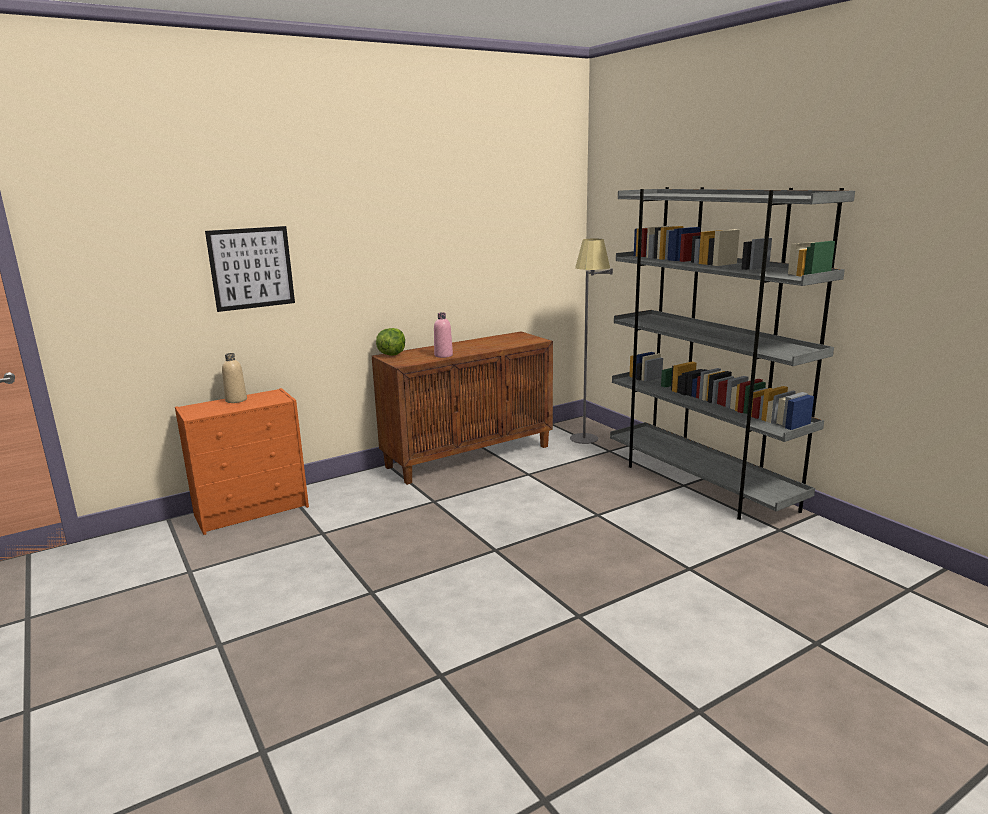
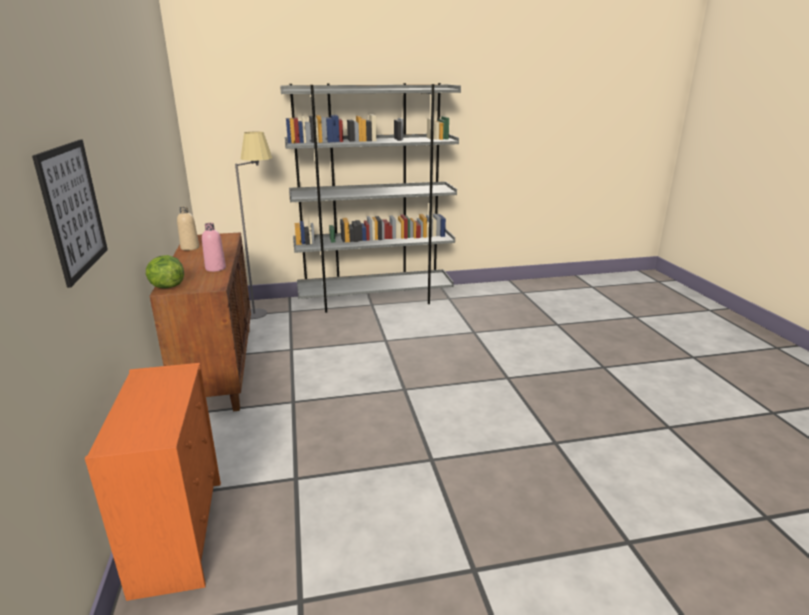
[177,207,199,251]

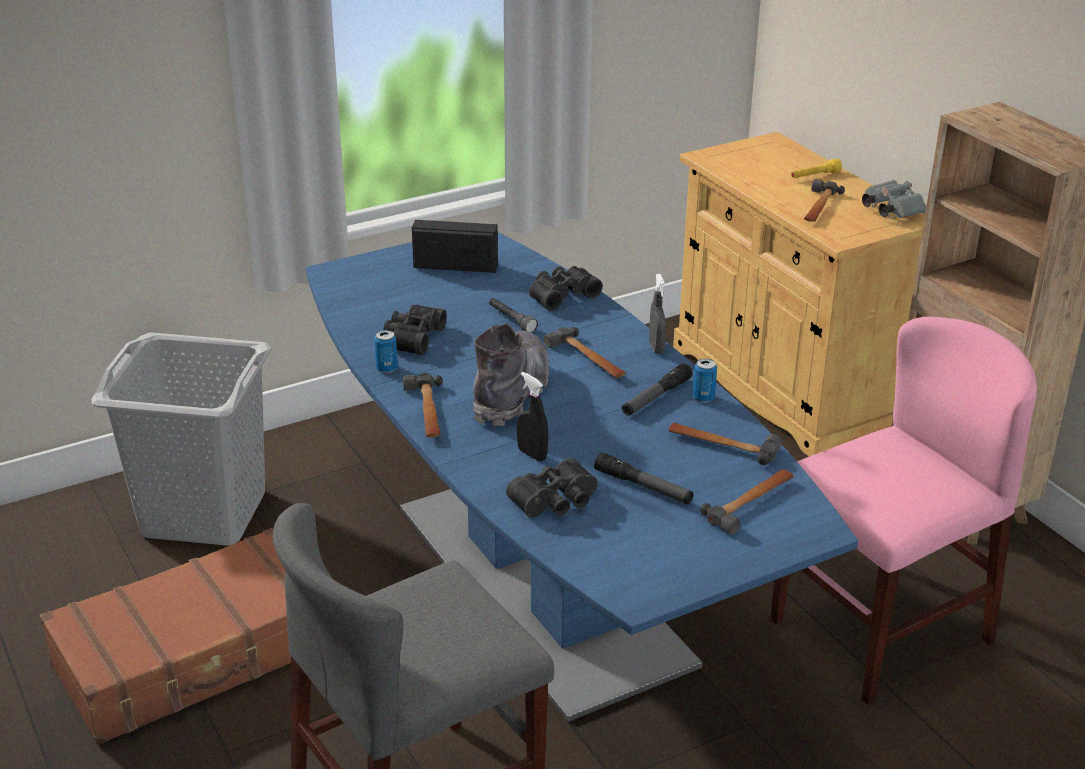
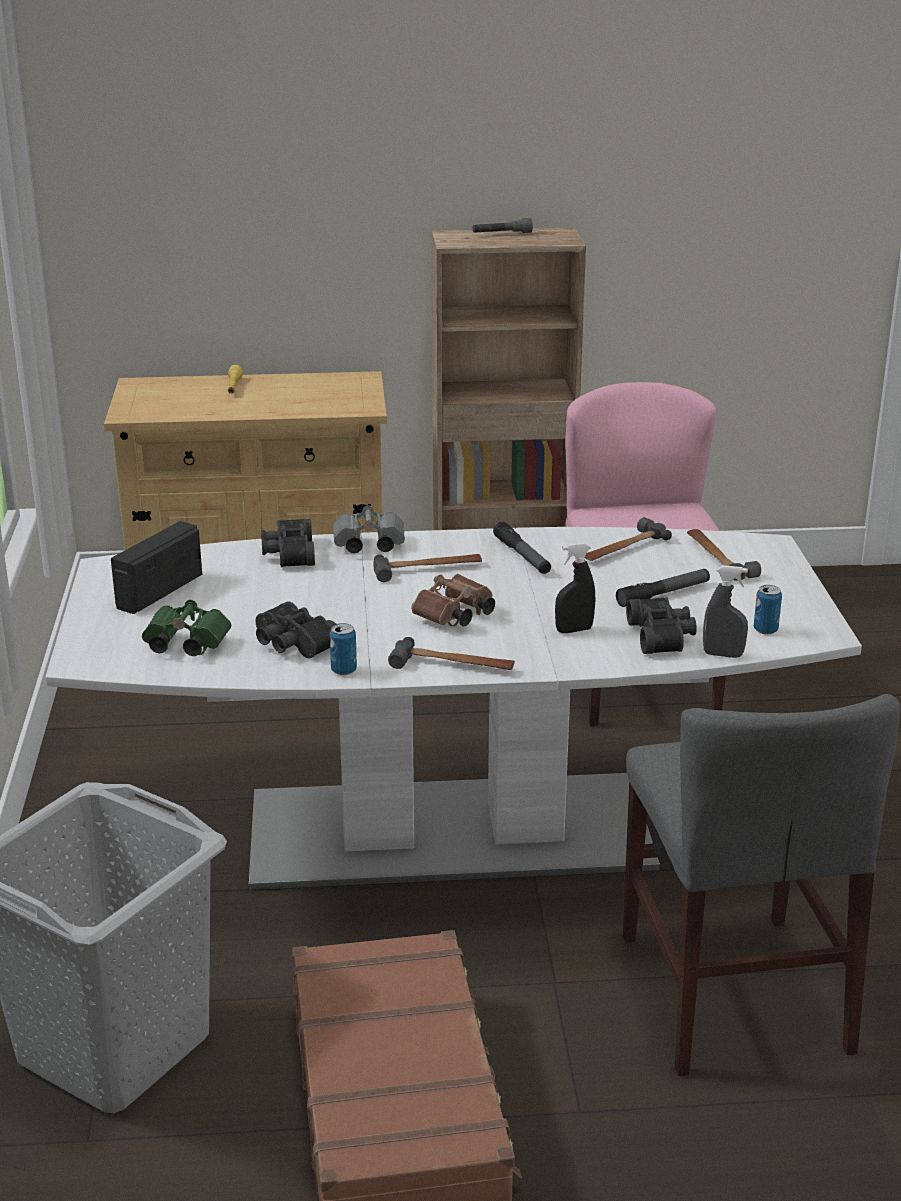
[45,527,862,890]
[142,600,231,656]
[332,506,405,553]
[411,574,495,627]
[473,218,533,233]
[703,565,748,658]
[754,585,782,634]
[804,179,845,222] (first image)

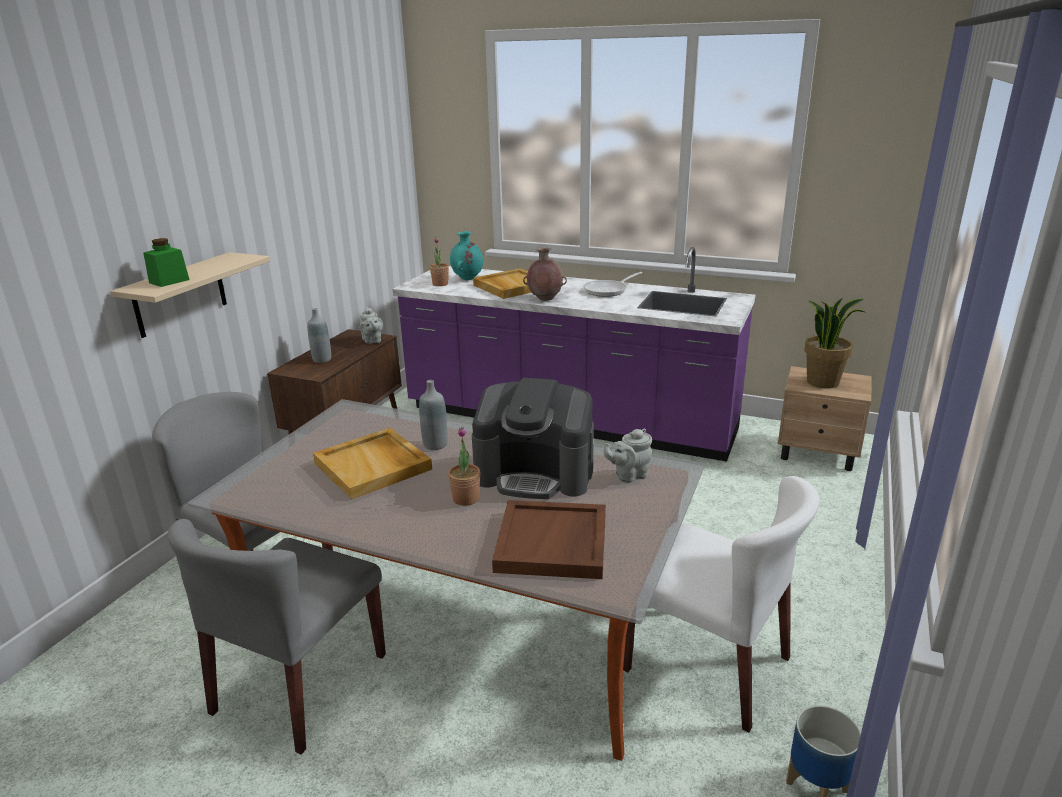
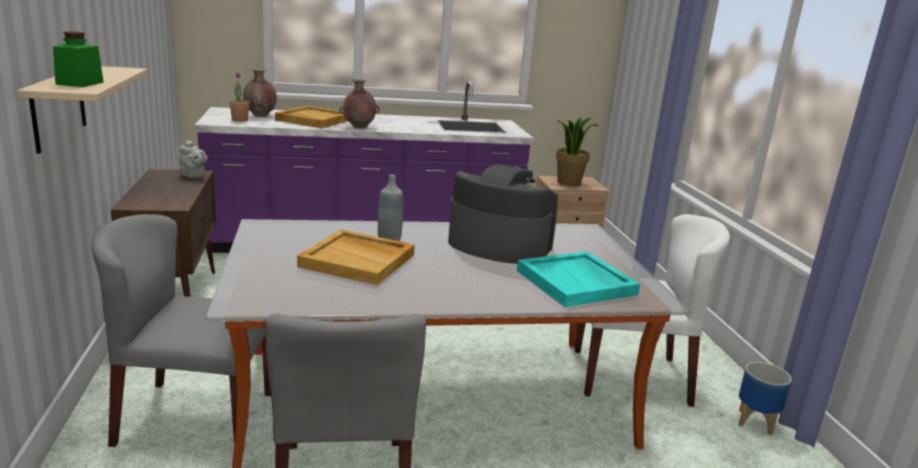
[243,69,277,117]
[448,165,558,264]
[517,251,640,307]
[307,308,331,363] (first image)
[448,427,480,506] (first image)
[584,272,642,297] (first image)
[603,428,652,483] (first image)

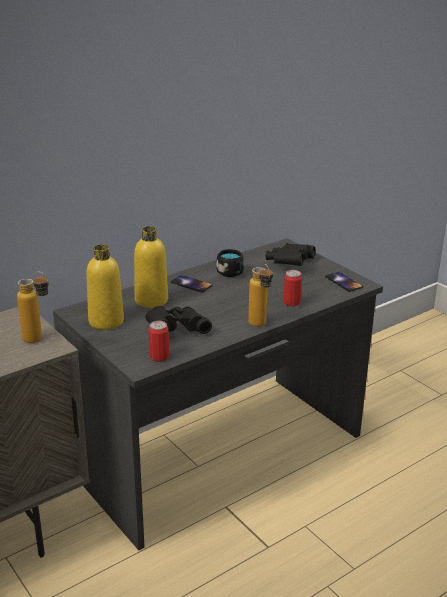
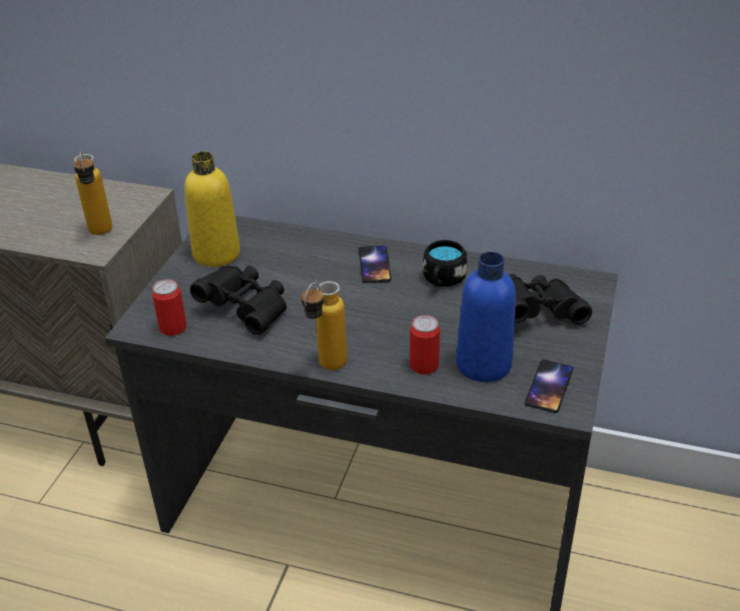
[456,252,516,382]
[134,226,168,308] (first image)

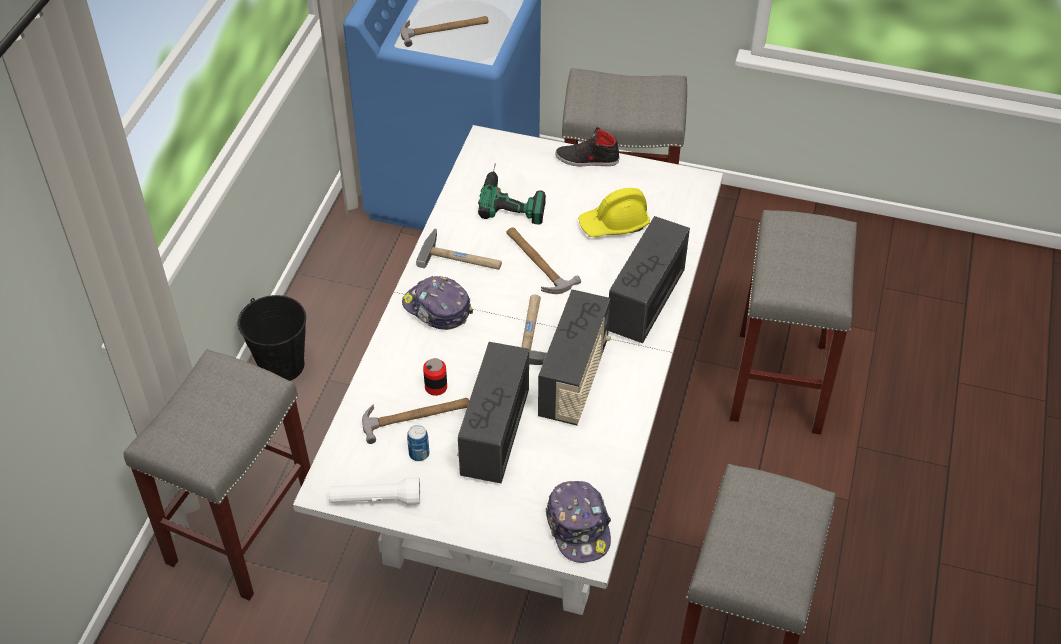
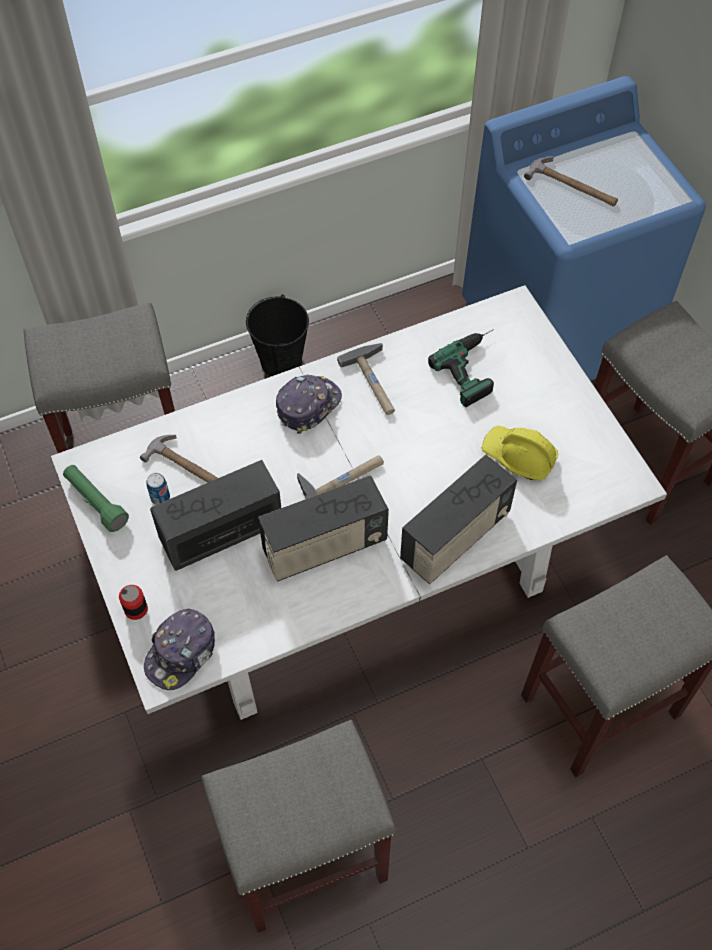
[63,465,129,532]
[119,585,148,620]
[276,375,342,434]
[400,455,517,585]
[506,228,581,294] (first image)
[555,127,620,167] (first image)

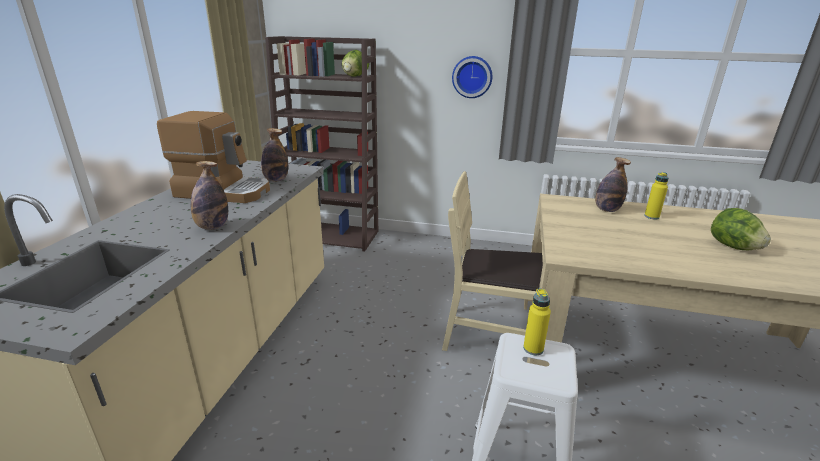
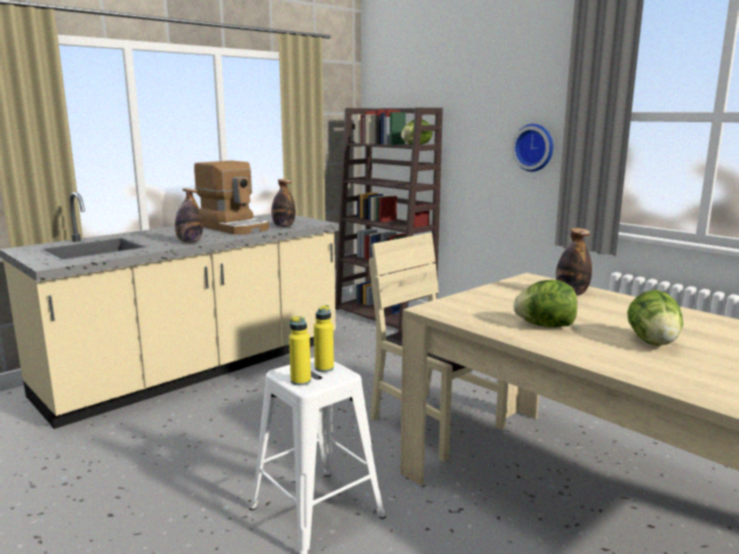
[289,316,311,386]
[513,280,577,327]

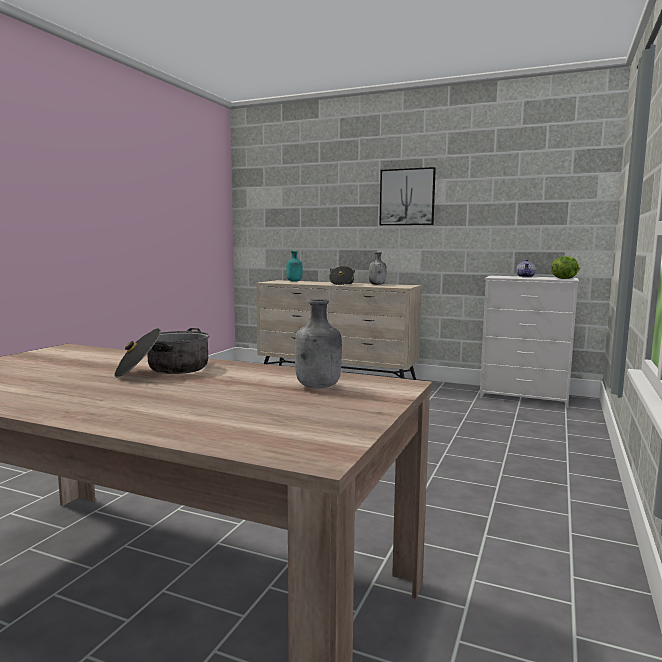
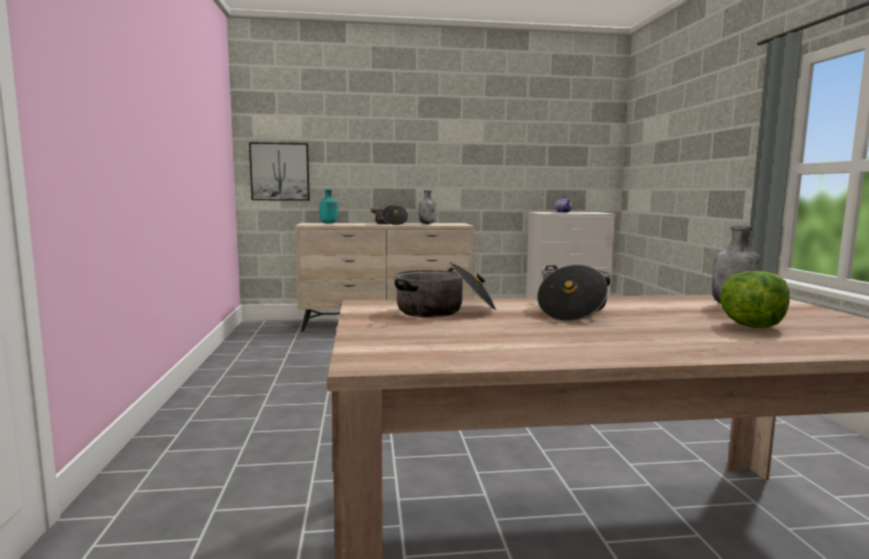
[249,142,310,201]
[395,262,496,317]
[720,271,790,328]

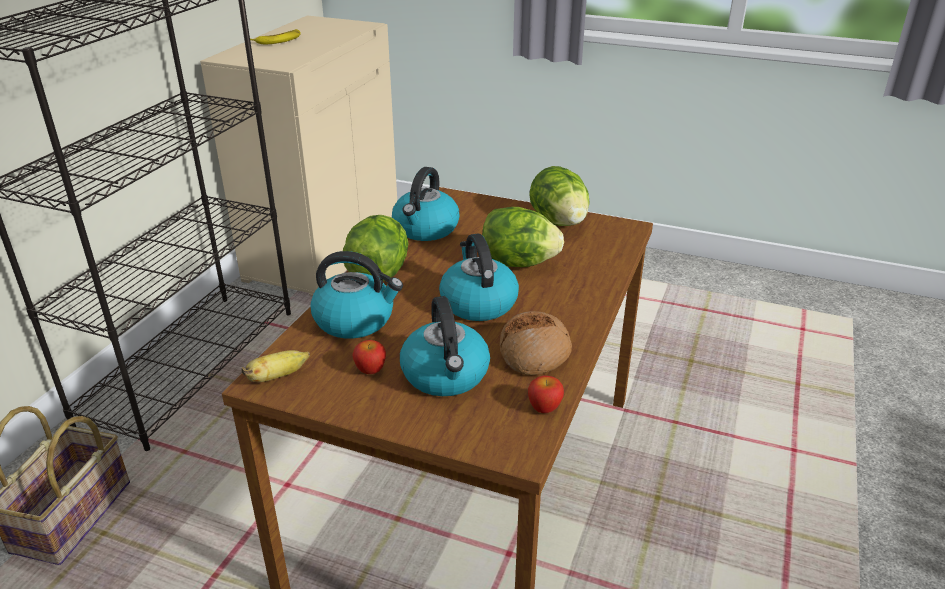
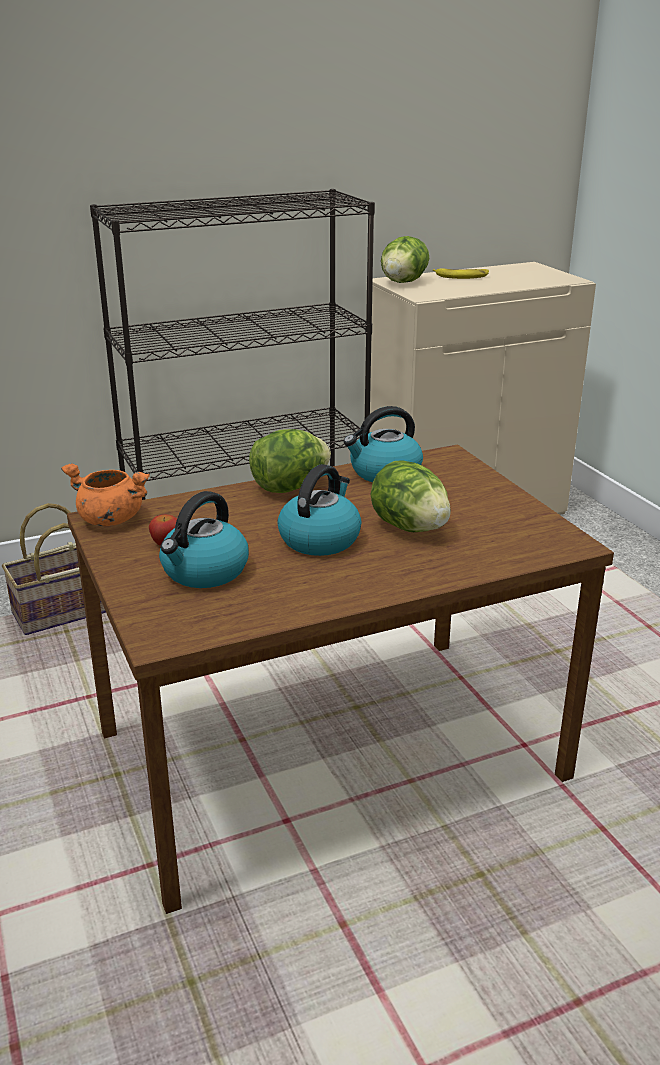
[61,463,150,526]
[381,236,429,283]
[310,251,403,339] (first image)
[500,311,572,375] (first image)
[528,376,564,413] (first image)

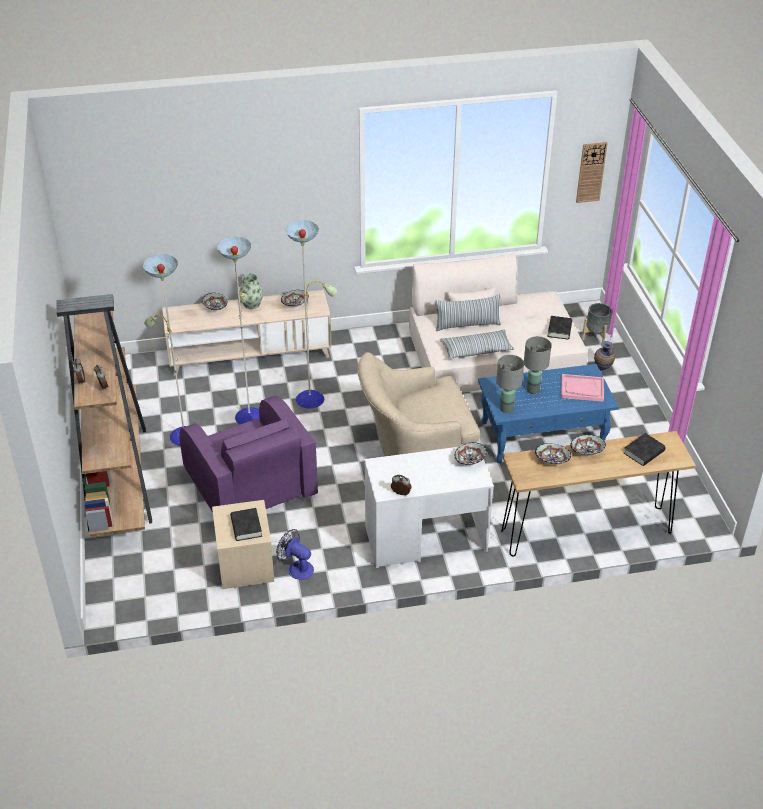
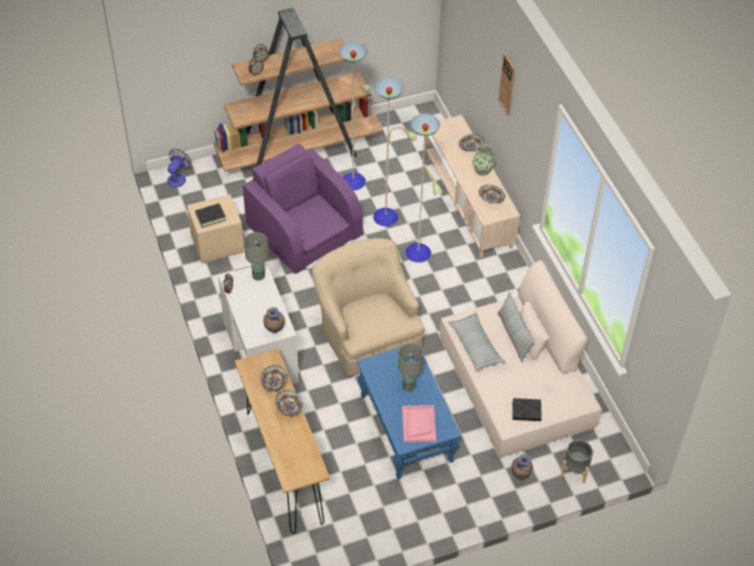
[167,149,191,188]
[243,144,363,274]
[244,232,269,281]
[263,307,285,332]
[498,53,515,116]
[624,433,666,466] (first image)

